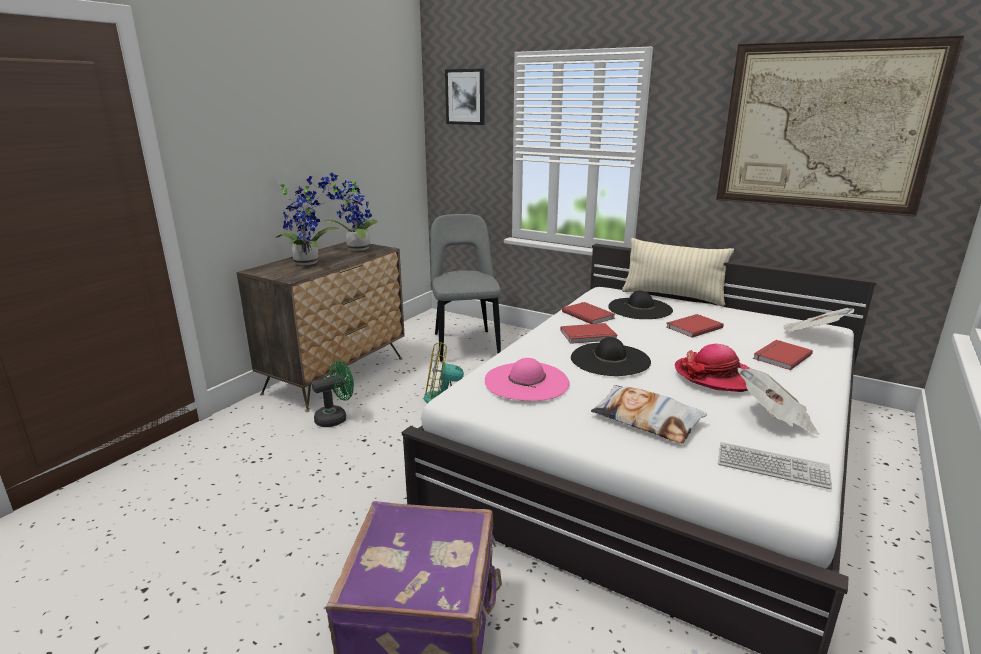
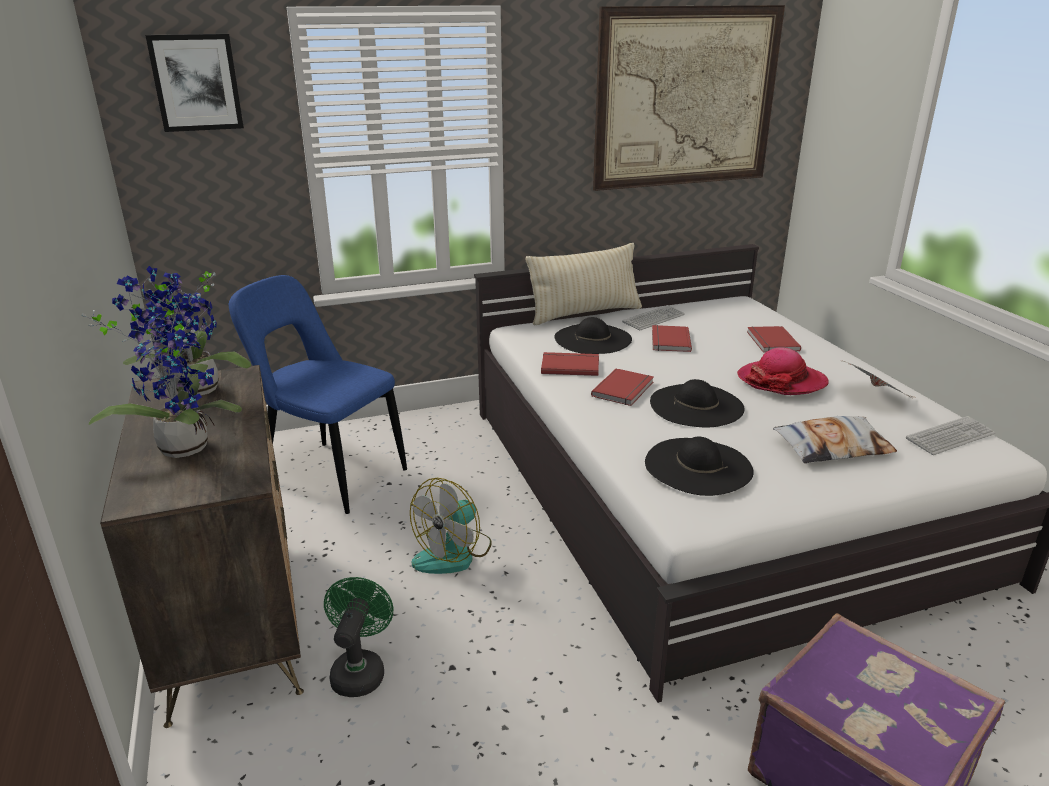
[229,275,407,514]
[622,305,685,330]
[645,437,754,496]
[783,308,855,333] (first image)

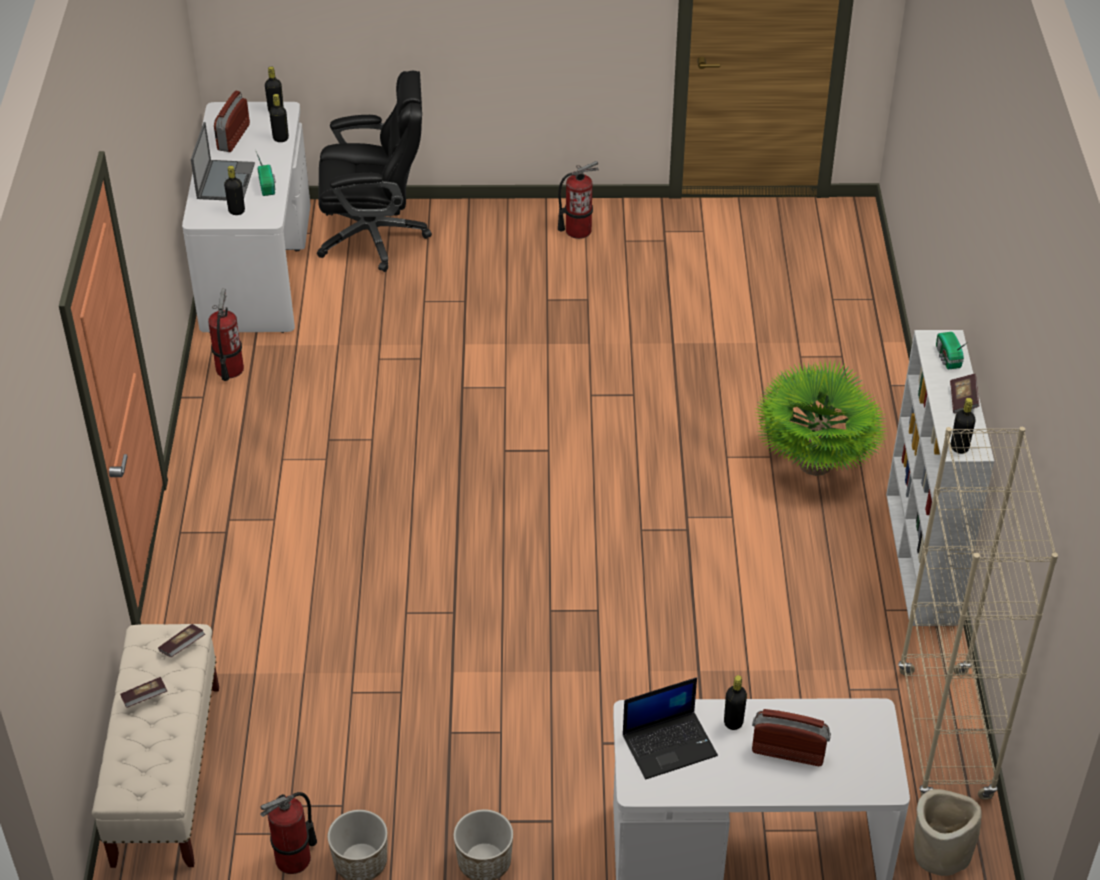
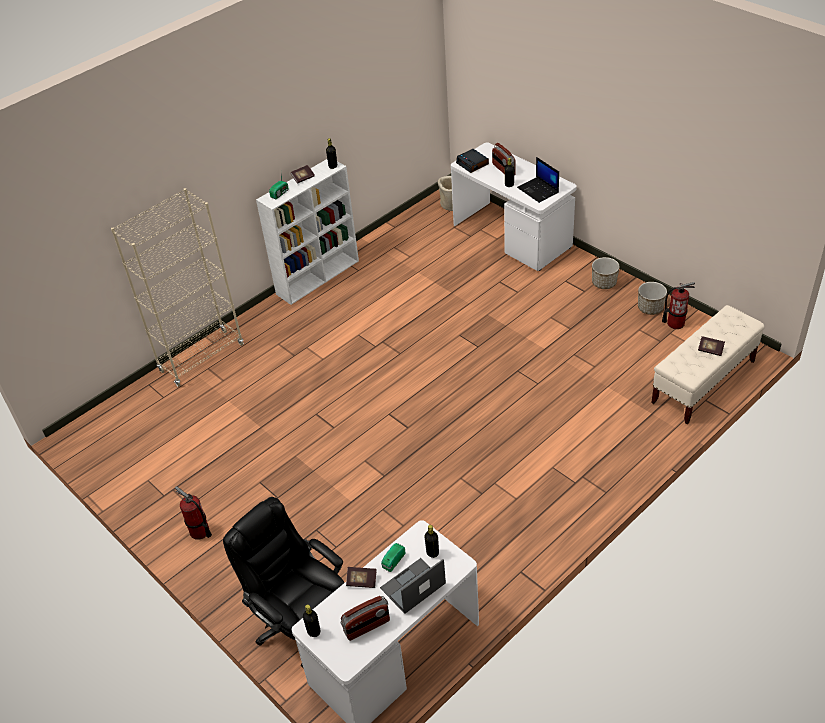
[111,188,244,387]
[346,567,377,588]
[456,149,489,173]
[517,157,559,203]
[208,288,244,381] (first image)
[269,94,289,142] (first image)
[755,362,887,476] (first image)

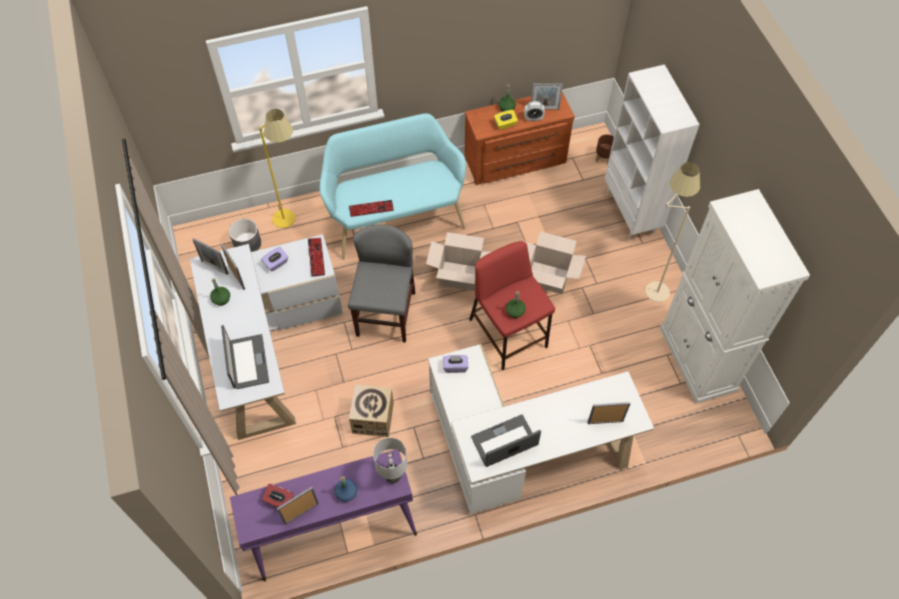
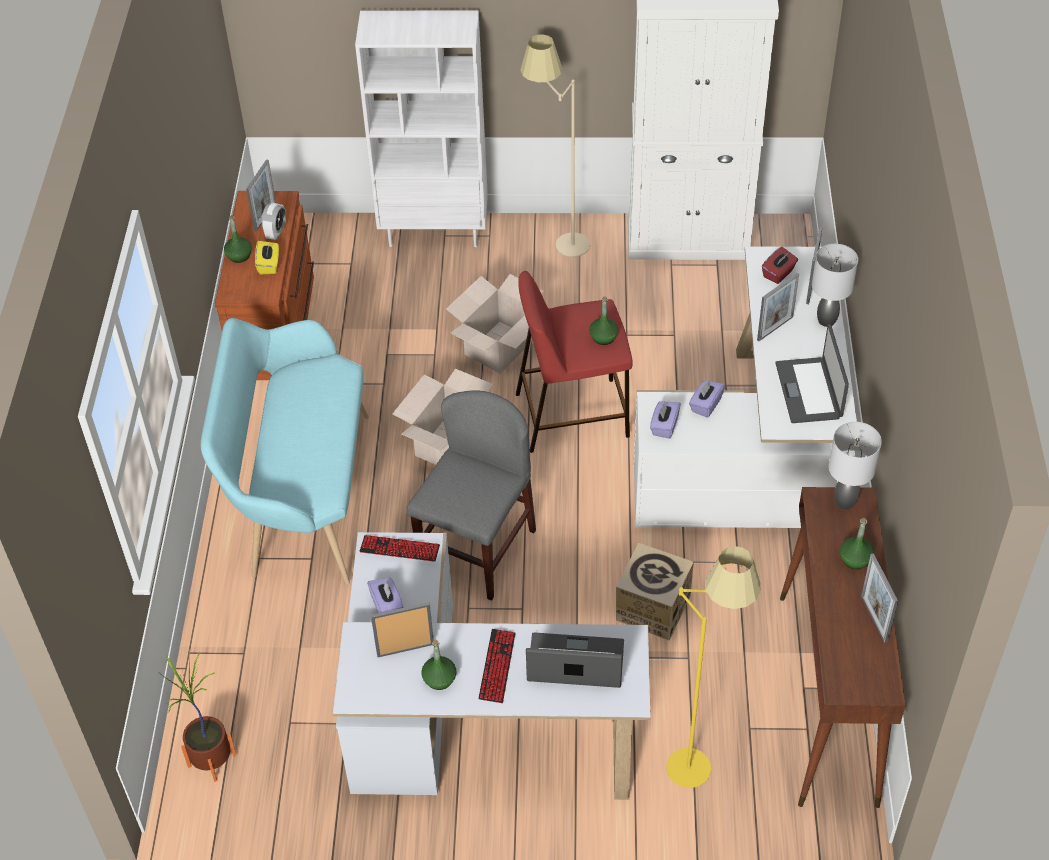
[157,649,237,782]
[407,390,536,601]
[478,629,516,703]
[666,546,761,788]
[689,380,725,418]
[757,273,799,341]
[762,247,798,284]
[780,487,906,808]
[812,244,858,327]
[840,518,874,569]
[229,219,261,252] (first image)
[595,134,614,165] (first image)

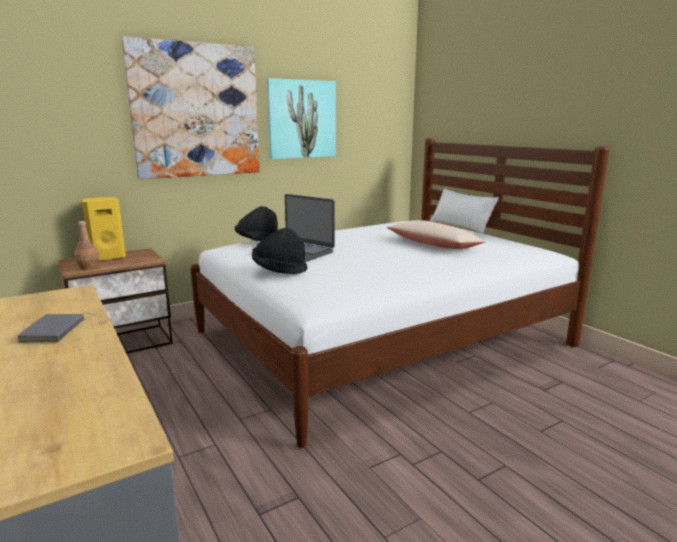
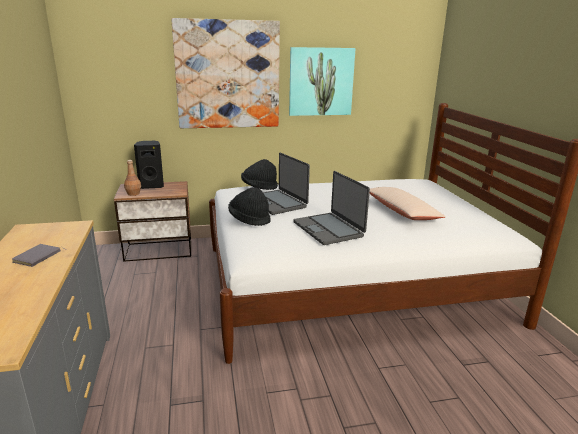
[134,141,164,189]
[293,171,370,245]
[430,189,499,234] (first image)

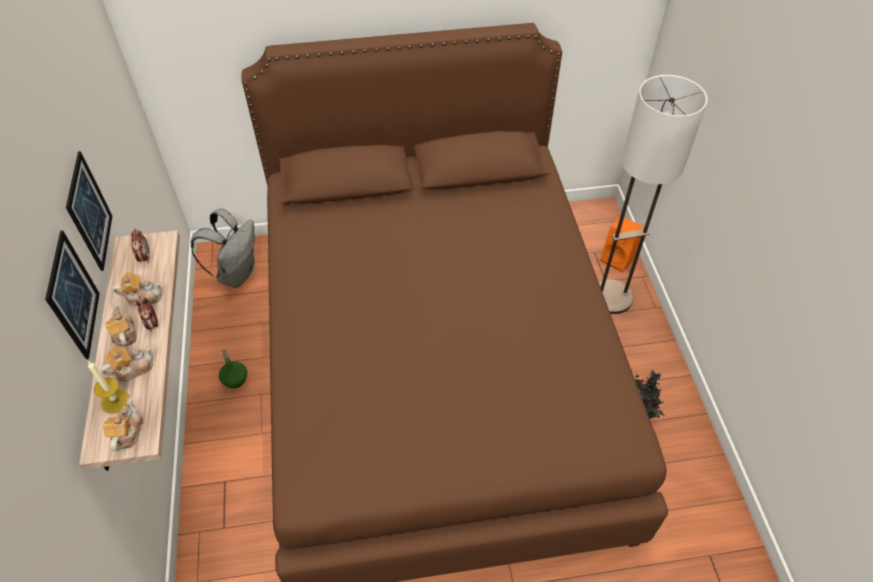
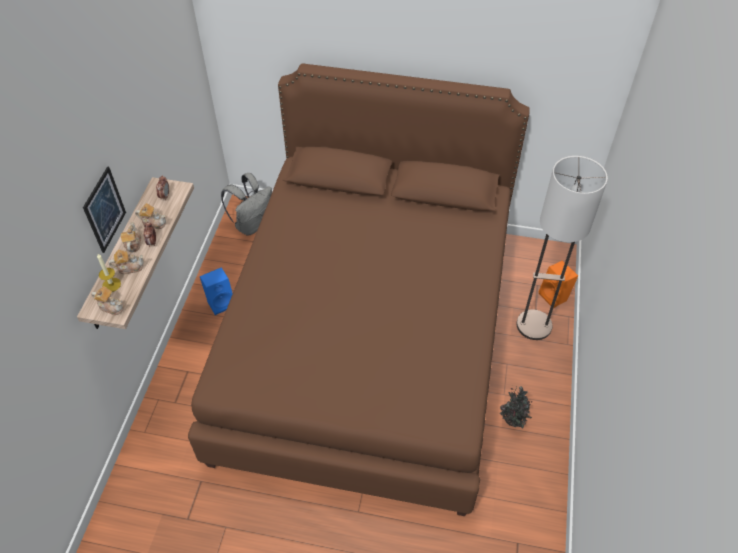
[91,286,124,315]
[200,267,233,315]
[66,151,112,271] (first image)

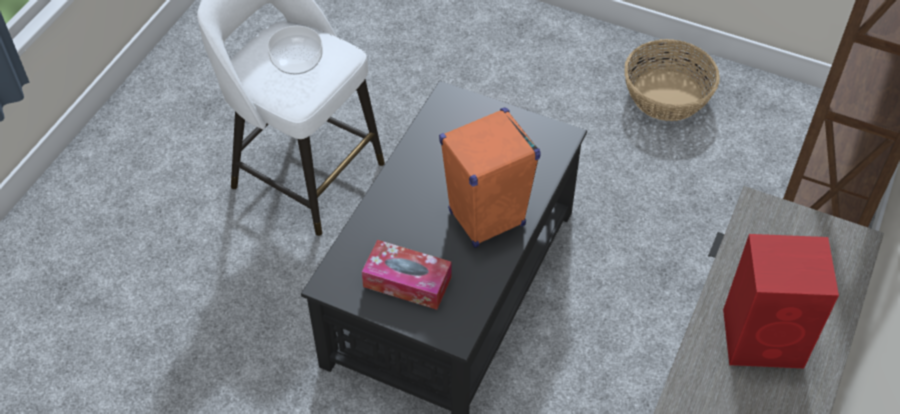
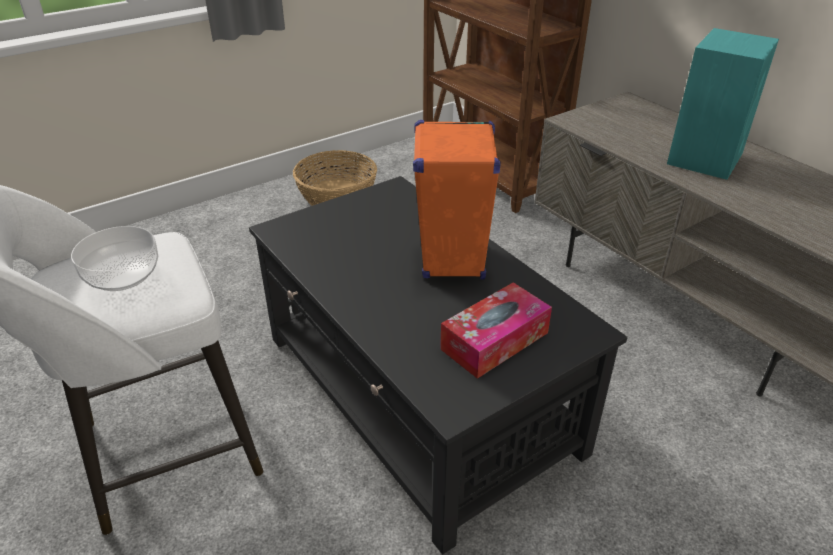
[667,28,779,180]

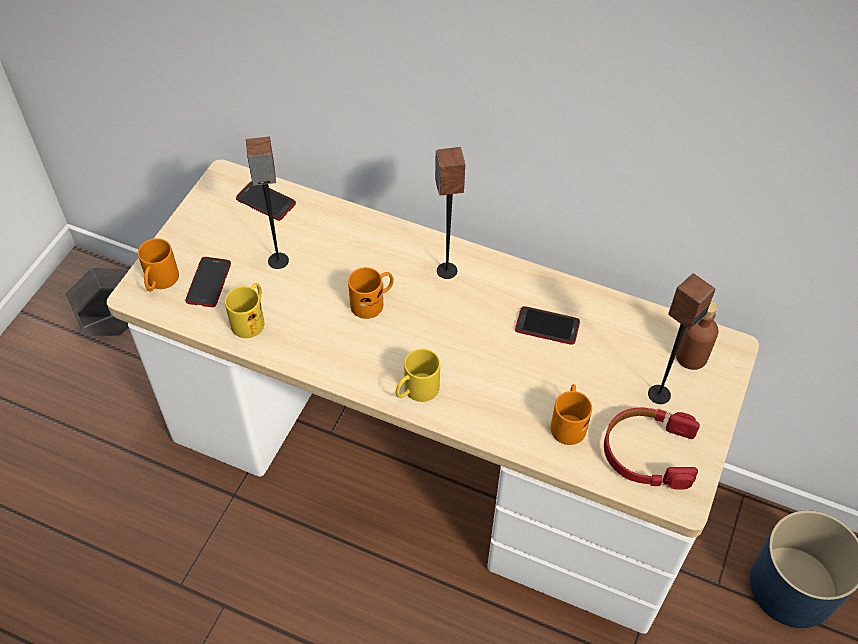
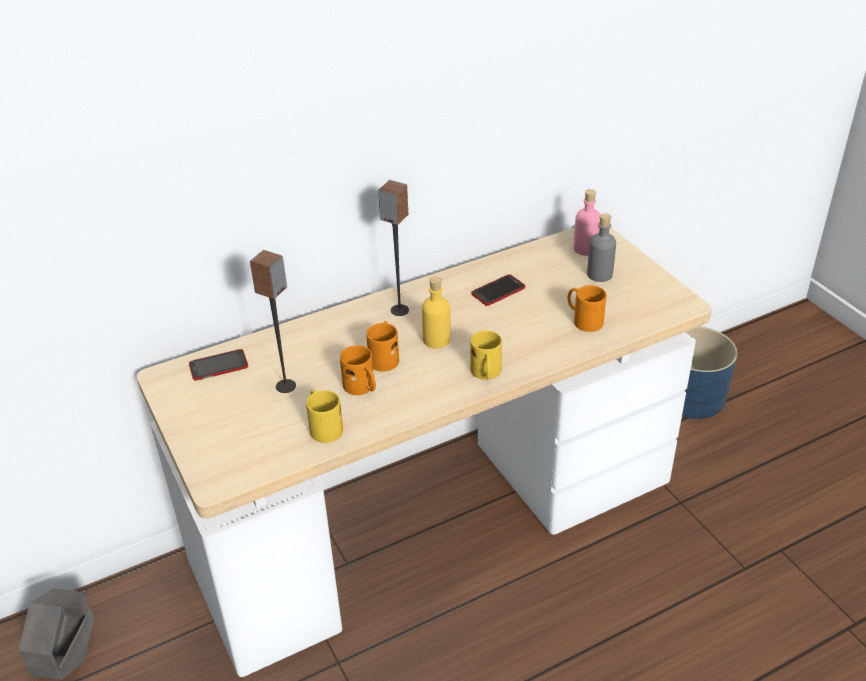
[340,345,376,395]
[422,276,451,349]
[573,189,600,256]
[587,213,616,282]
[186,257,231,307] (first image)
[604,407,700,490] (first image)

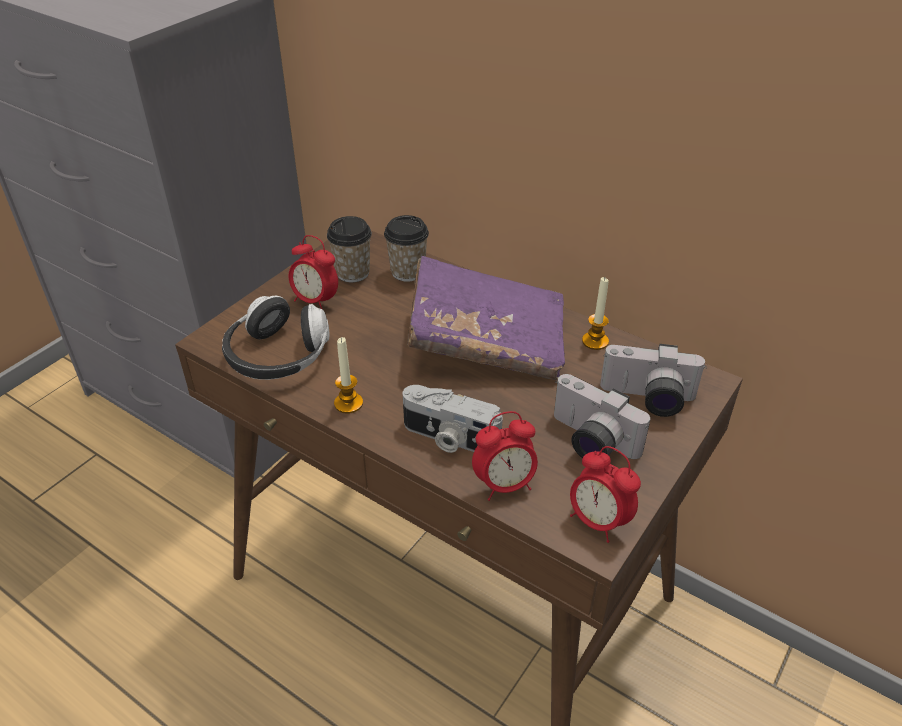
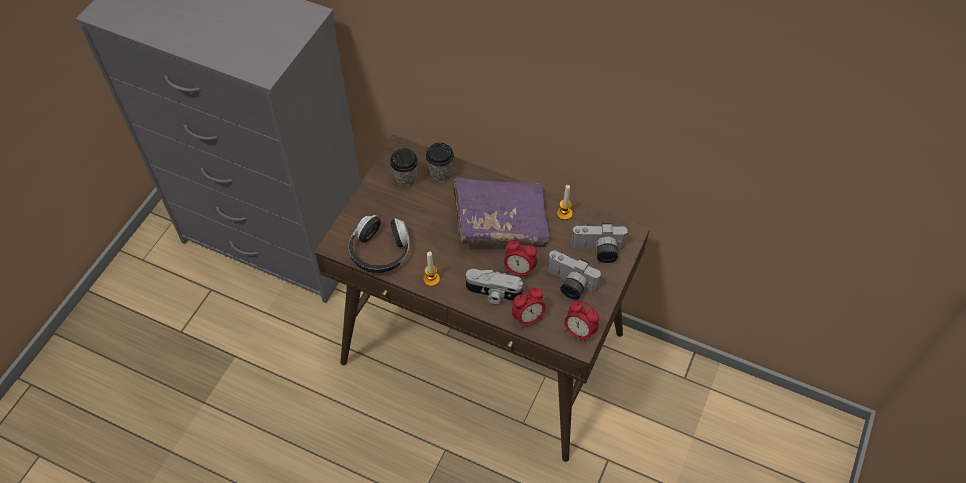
[504,239,537,280]

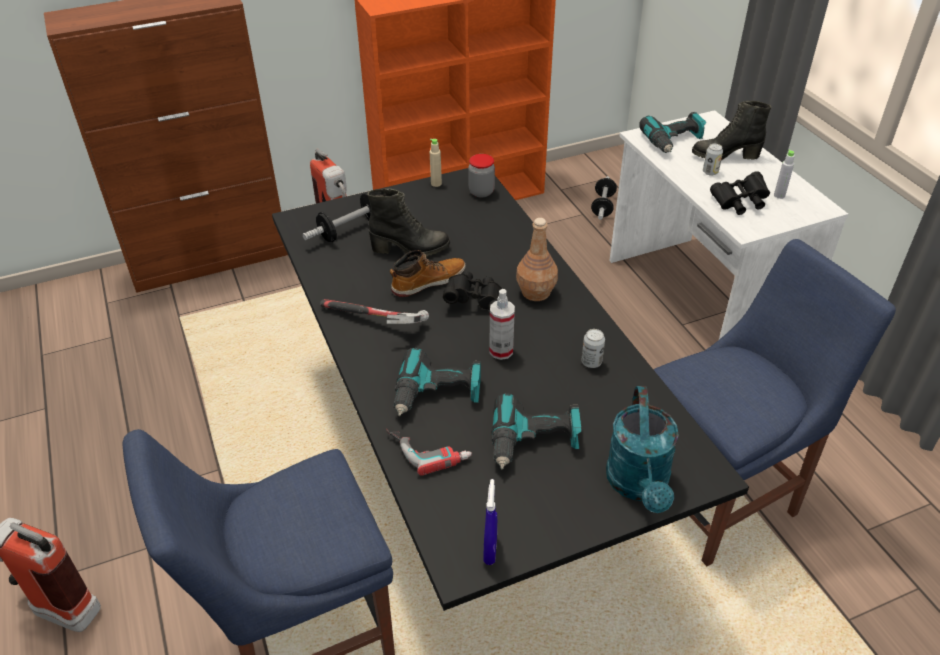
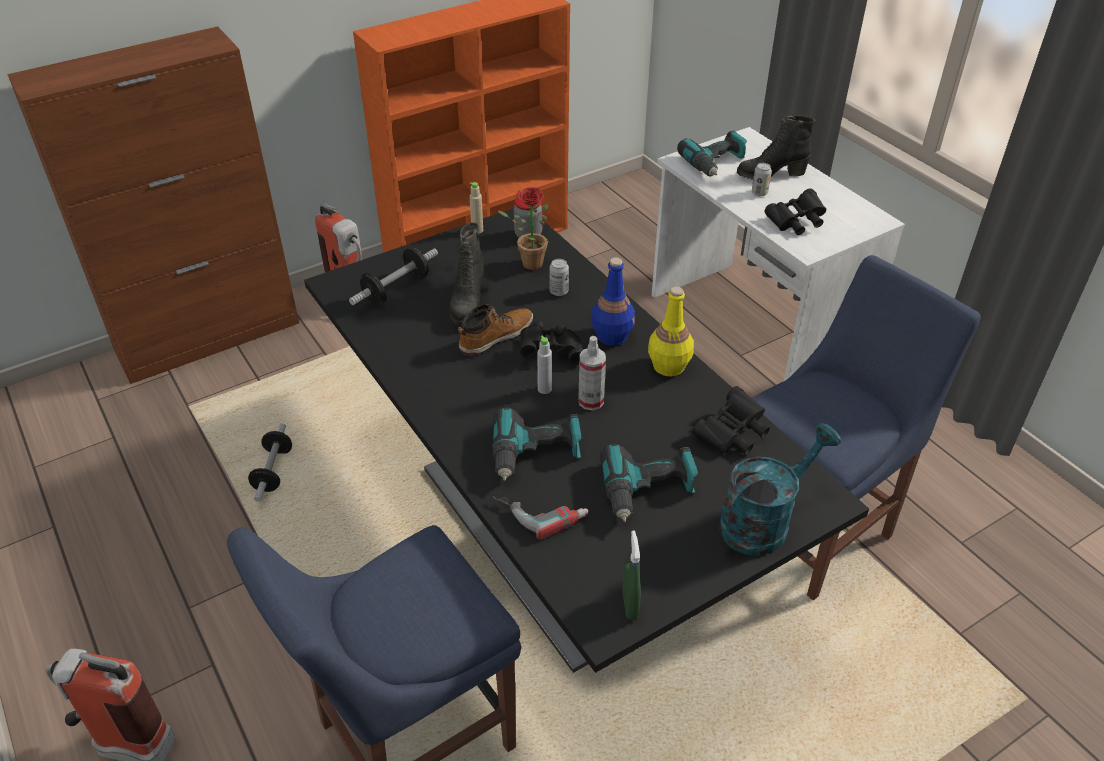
[248,423,292,502]
[450,222,484,326]
[497,187,549,270]
[537,336,552,394]
[550,259,569,296]
[591,257,635,346]
[622,530,641,620]
[648,287,694,377]
[692,386,770,455]
[720,423,841,556]
[320,299,429,324] (first image)

